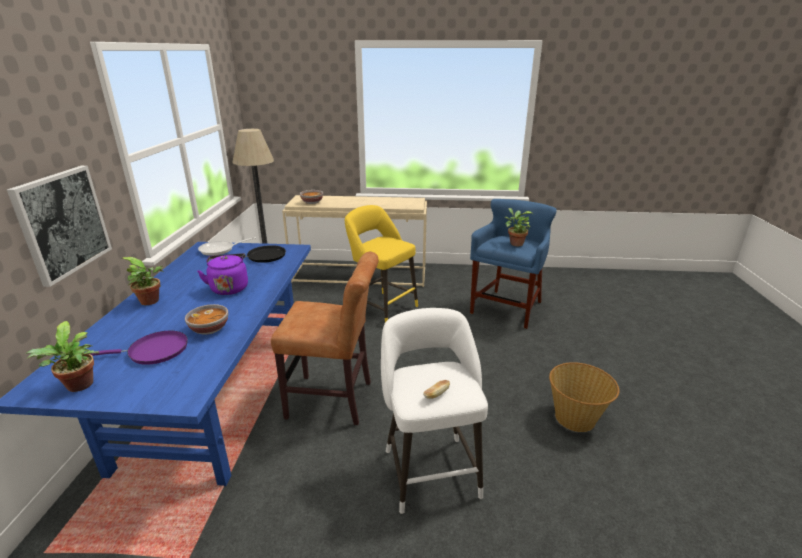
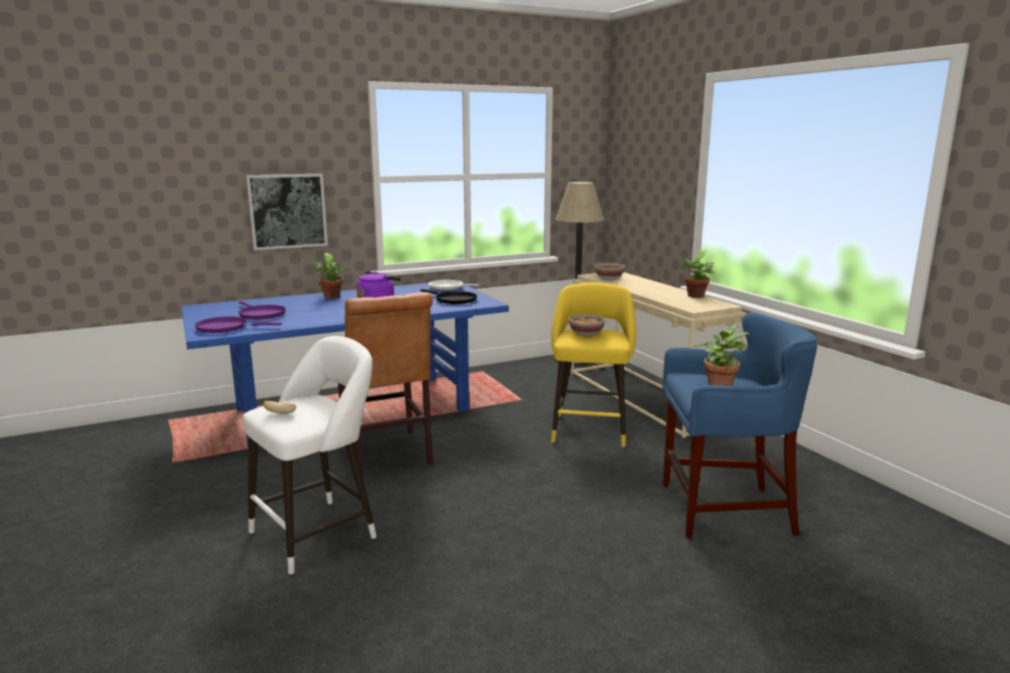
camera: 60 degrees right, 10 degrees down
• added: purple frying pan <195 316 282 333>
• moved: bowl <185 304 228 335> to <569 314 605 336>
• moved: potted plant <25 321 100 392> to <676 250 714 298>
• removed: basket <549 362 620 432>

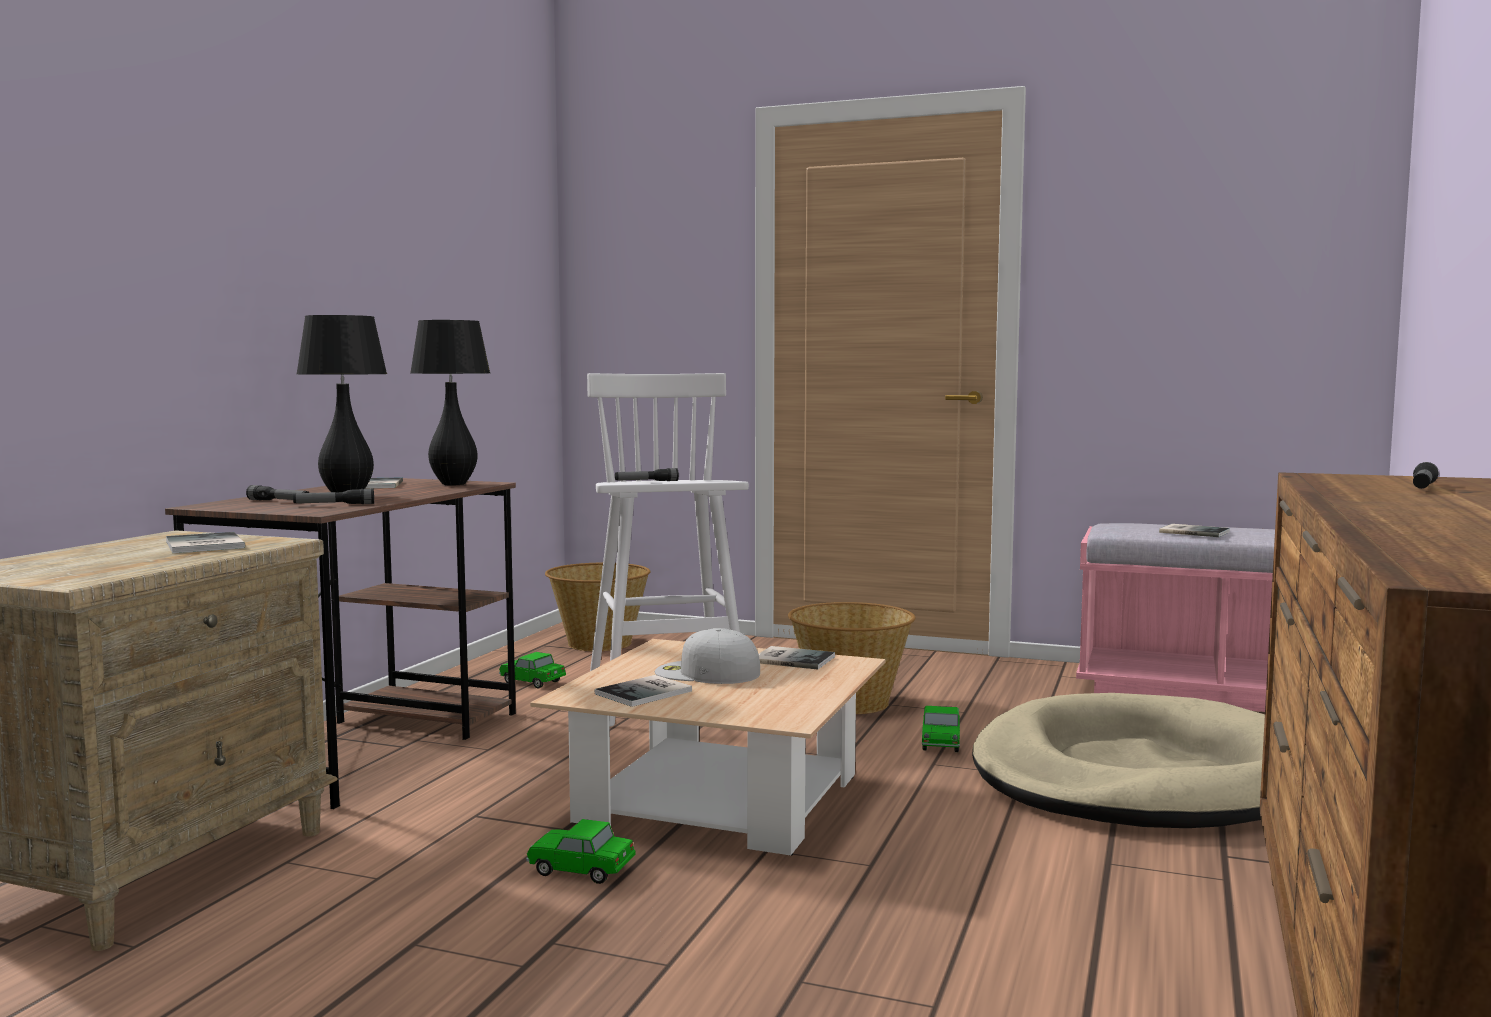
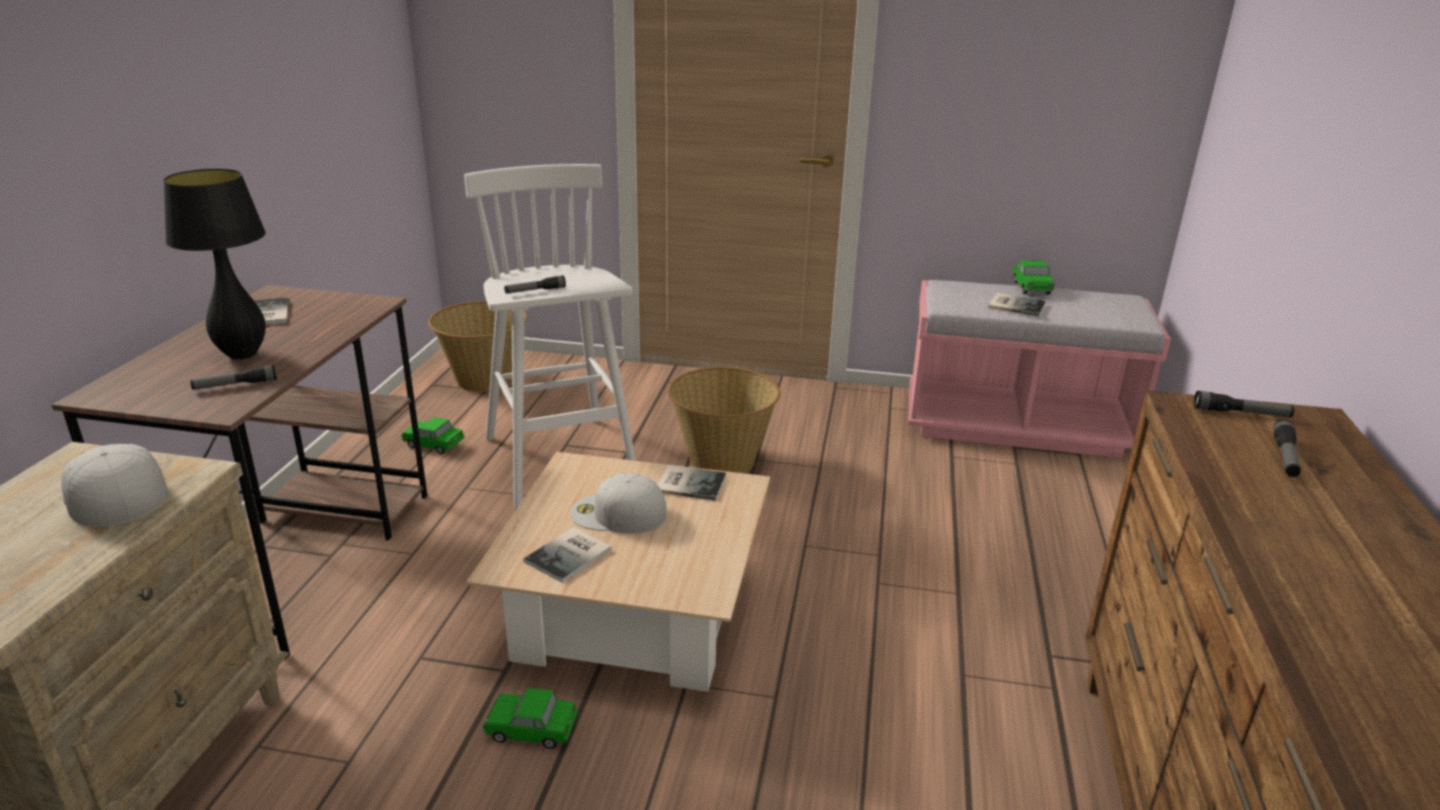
camera: 10 degrees left, 20 degrees up
• replaced: book <166 532 245 553> to white cap <61 443 168 527>
• moved: toy car <922 706 960 752> to <1012 260 1054 295>
• moved: flashlight <246 485 309 500> to <1194 391 1294 417>
• removed: black table lamp <410 320 490 485>
• removed: beige dog bed <972 693 1265 828>

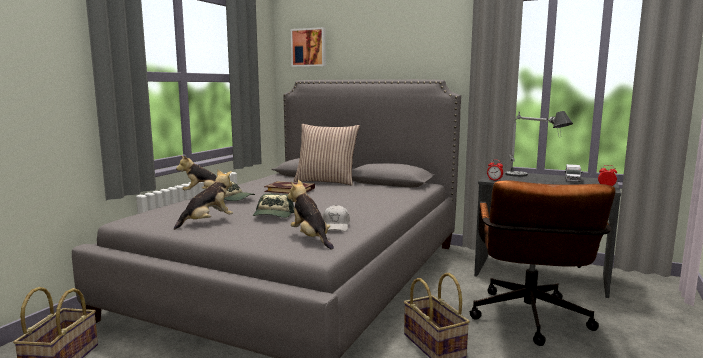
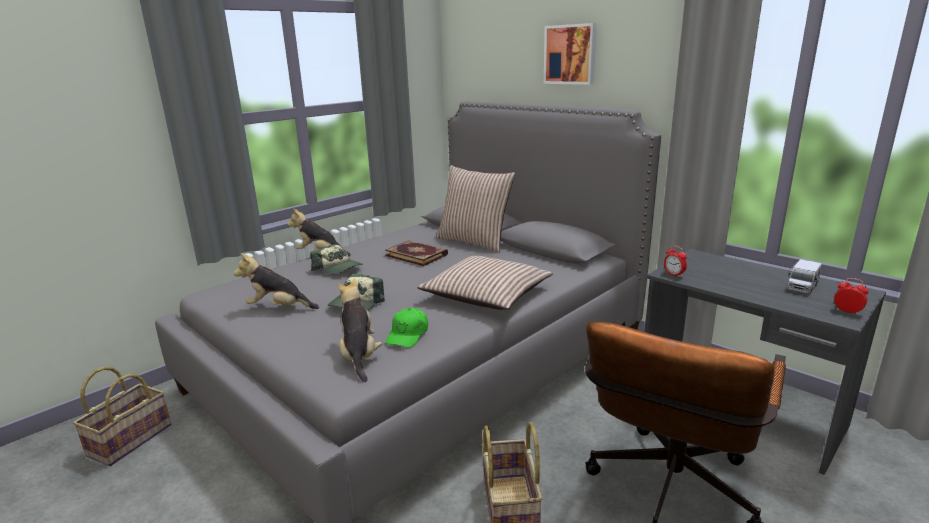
camera: 20 degrees right, 10 degrees up
• turned: plush toy <174 169 233 230> = <234 253 319 309> 150 degrees counterclockwise
• recoloured: white cap <322 205 350 231> to green cap <385 308 428 348>
• added: pillow <417 256 553 310>
• moved: picture <291 27 326 67> to <544 23 597 85>
• removed: table lamp <505 111 573 177>

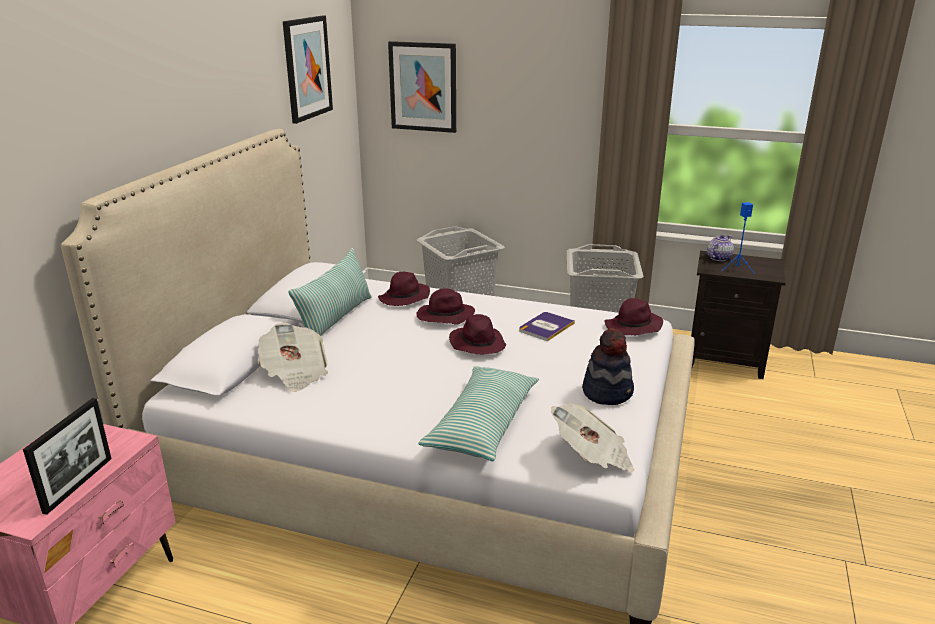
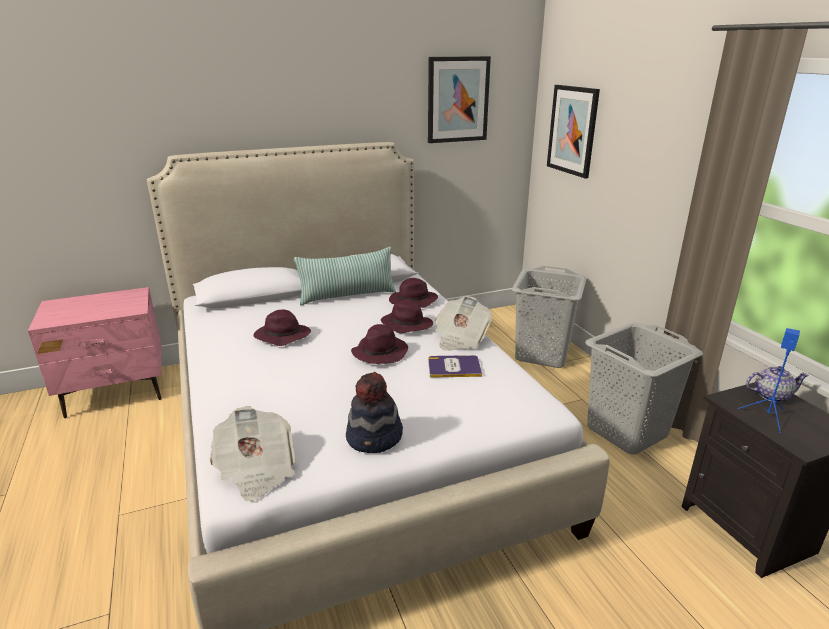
camera: 50 degrees right, 0 degrees up
• moved: purple hat <605 298 663 335> to <253 309 311 346>
• moved: newspaper <258 323 328 392> to <435 296 492 351>
• removed: picture frame <23 398 111 515>
• removed: pillow <418 366 539 461>

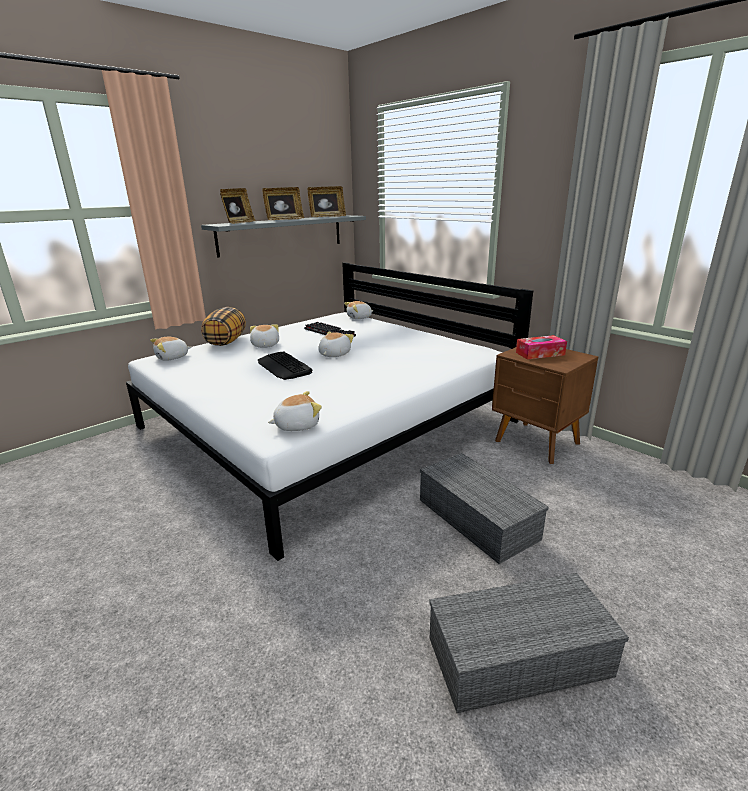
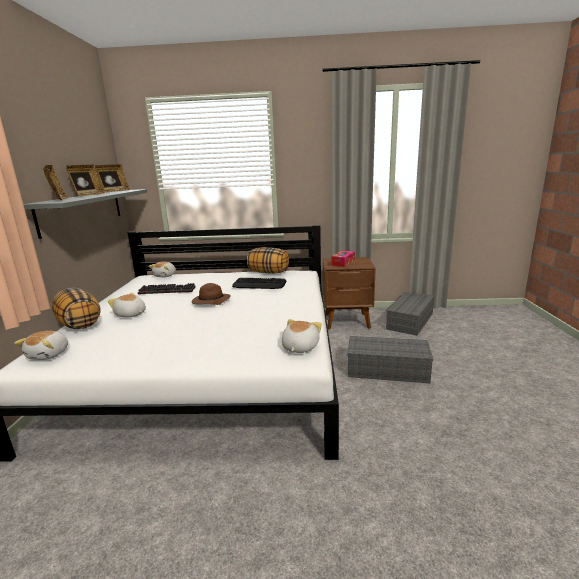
camera: 45 degrees left, 5 degrees down
• replaced: plush toy <319 332 354 357> to brown hat <192 283 231 305>
• moved: keyboard <258 352 313 380> to <232 278 286 289>
• added: pillow <247 247 289 274>
• moved: grey storage box <429 573 629 713> to <386 292 435 336>

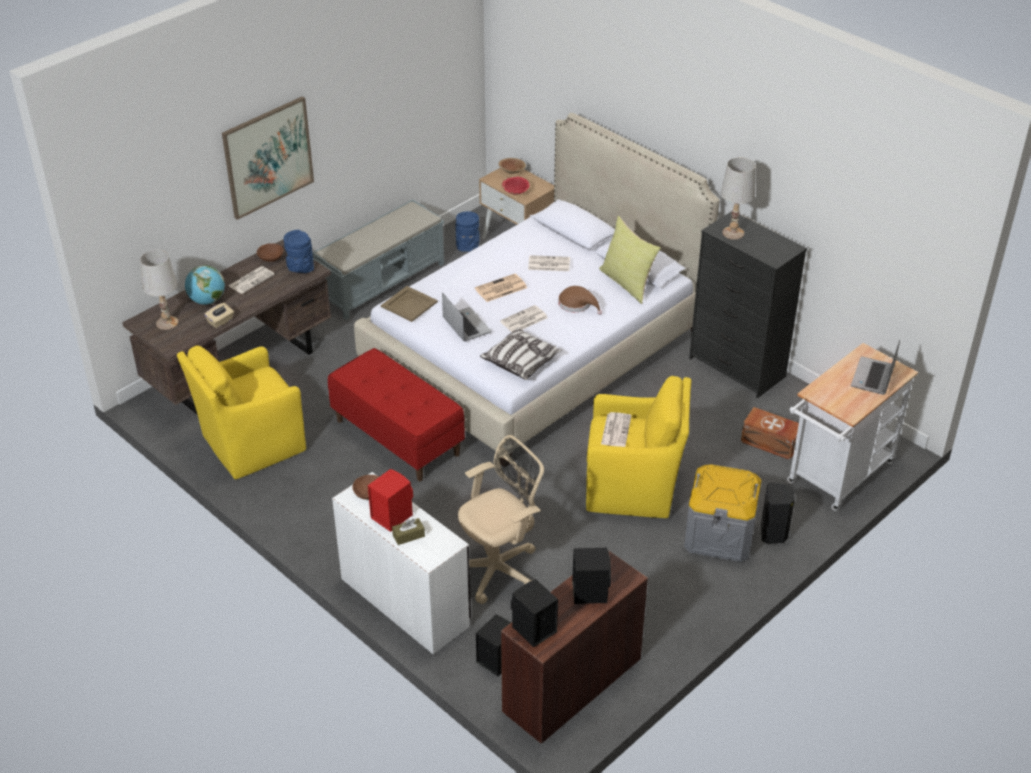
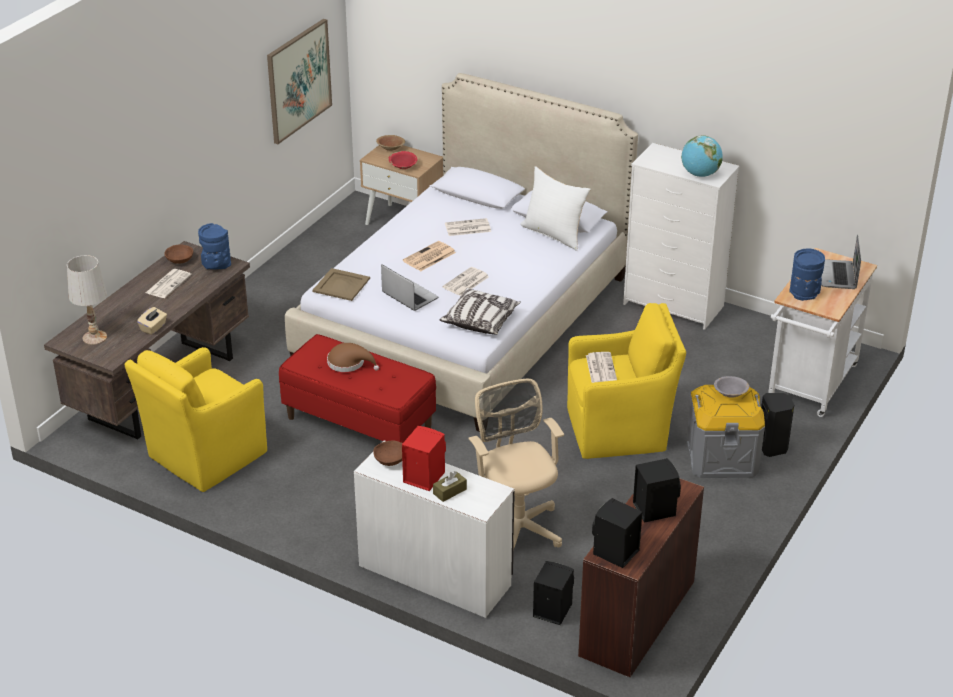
camera: 15 degrees left, 5 degrees down
• moved: picture <222 97 314 220> to <267 19 332 144>
• moved: brown hat <558 286 602 315> to <327 343 379 372>
• turned: beige office chair <458 435 544 604> = <469 379 564 550> 60 degrees counterclockwise
• recoloured: yellow pillow <599 216 661 304> to white pillow <520 166 591 251>
• recoloured: black dresser <689 211 807 398> to white dresser <623 143 739 330>
• moved: globe <185 265 225 305> to <681 136 723 177>
• added: grey bowl <714 376 749 398>
• moved: blue vase <455 211 480 252> to <789 249 825 301>
• removed: grey bench <312 199 444 320>
• removed: white table lamp <721 157 756 240>
• removed: brown storage box <741 407 799 460>

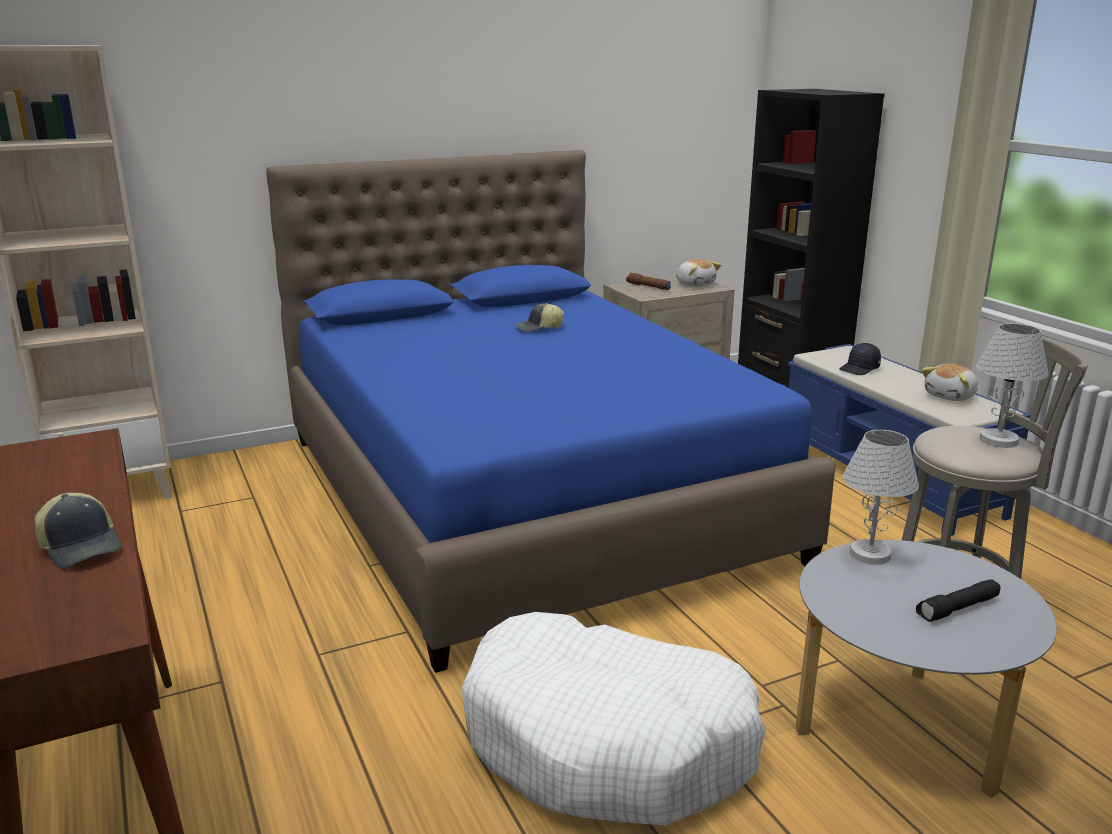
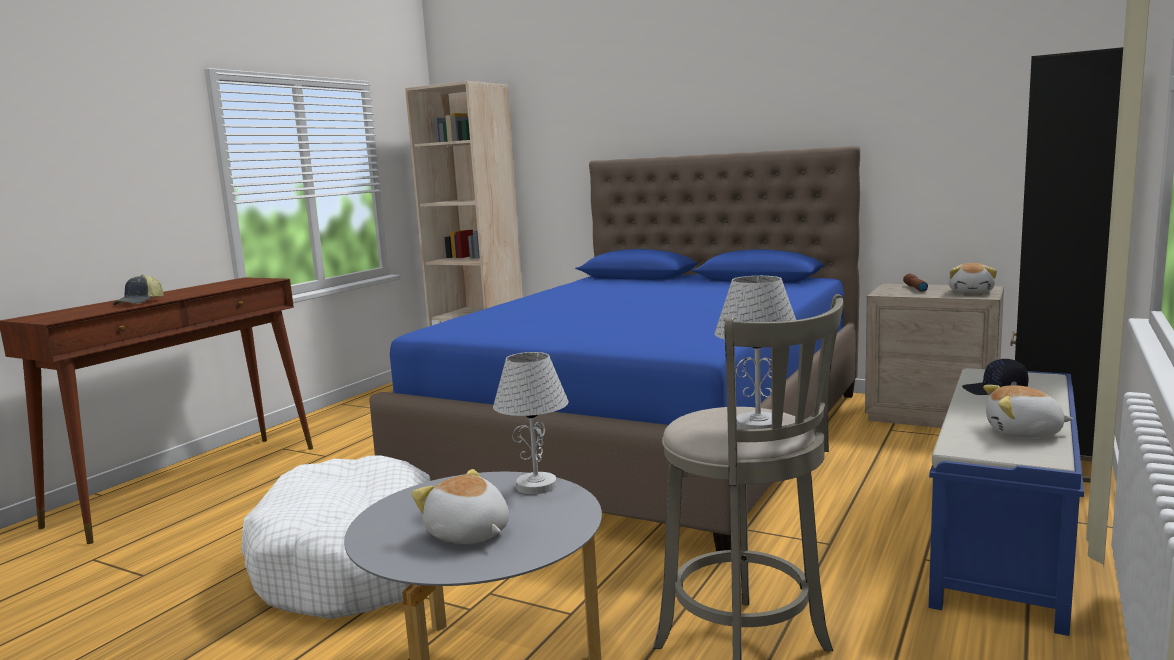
camera: 55 degrees right, 10 degrees down
• replaced: black flashlight <916 579 1000 622> to plush toy <411 469 509 544>
• removed: cap <515 303 564 332>

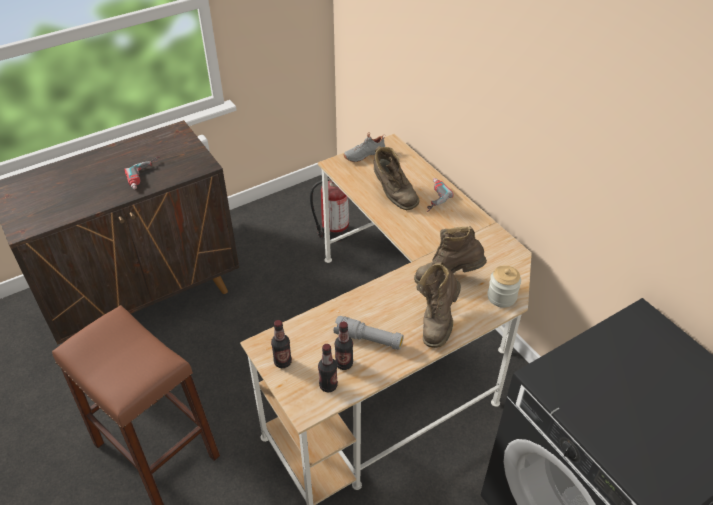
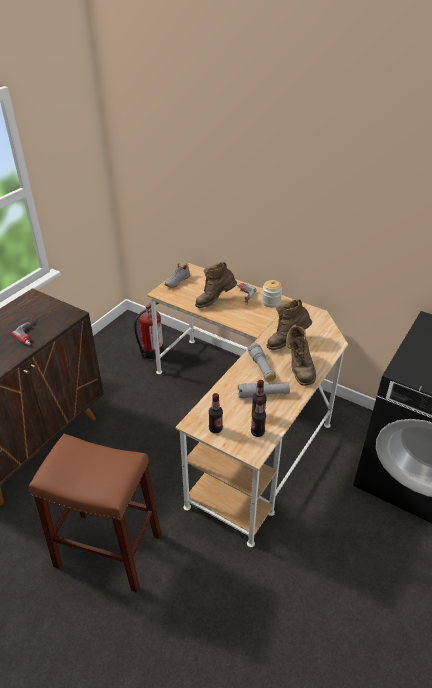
camera: 25 degrees left, 5 degrees down
• turned: brown boot <374 146 419 211> = <195 261 237 308> 120 degrees clockwise
• added: grey flashlight <248 343 276 382>
• moved: jar <487 266 521 308> to <262 280 282 307>

